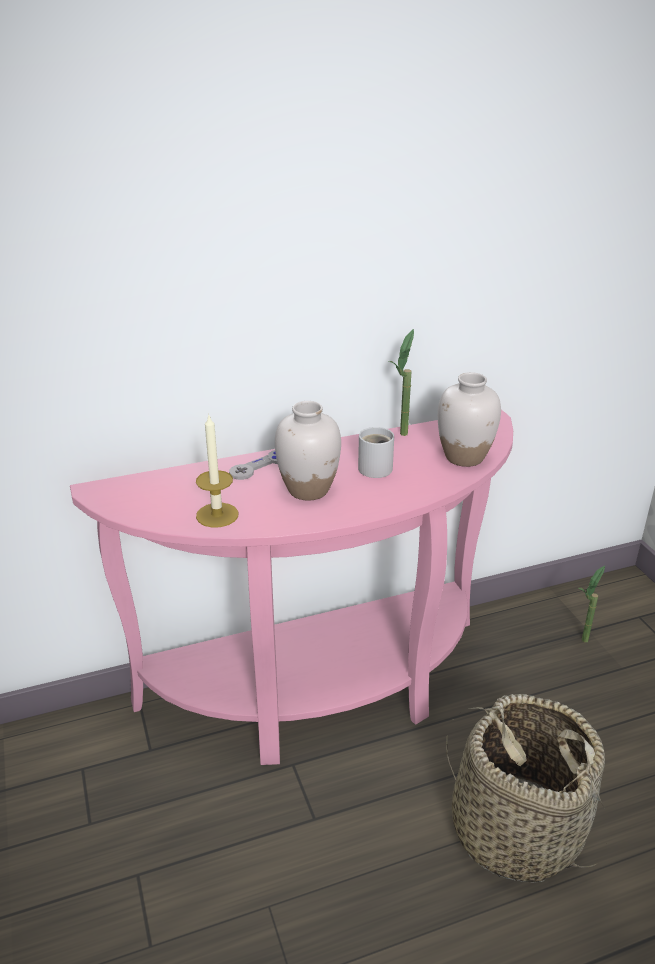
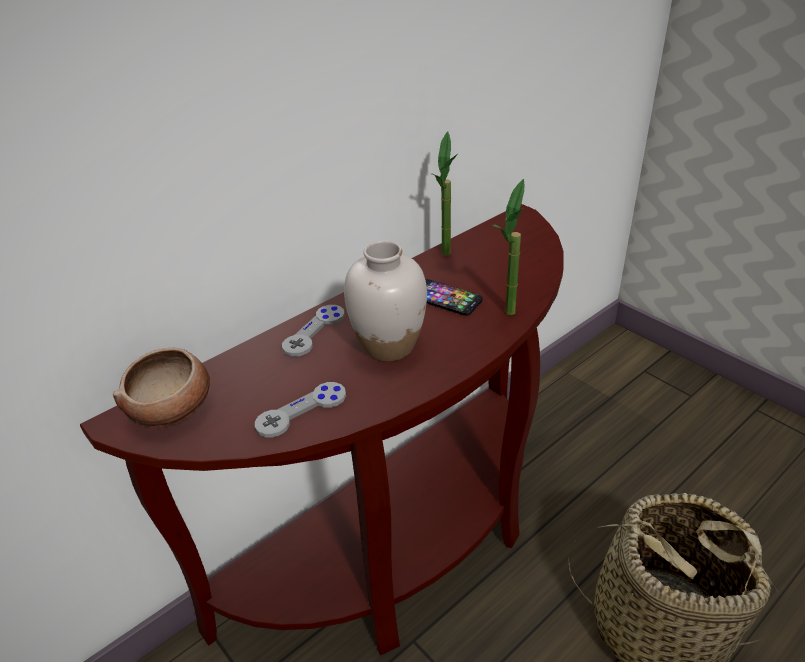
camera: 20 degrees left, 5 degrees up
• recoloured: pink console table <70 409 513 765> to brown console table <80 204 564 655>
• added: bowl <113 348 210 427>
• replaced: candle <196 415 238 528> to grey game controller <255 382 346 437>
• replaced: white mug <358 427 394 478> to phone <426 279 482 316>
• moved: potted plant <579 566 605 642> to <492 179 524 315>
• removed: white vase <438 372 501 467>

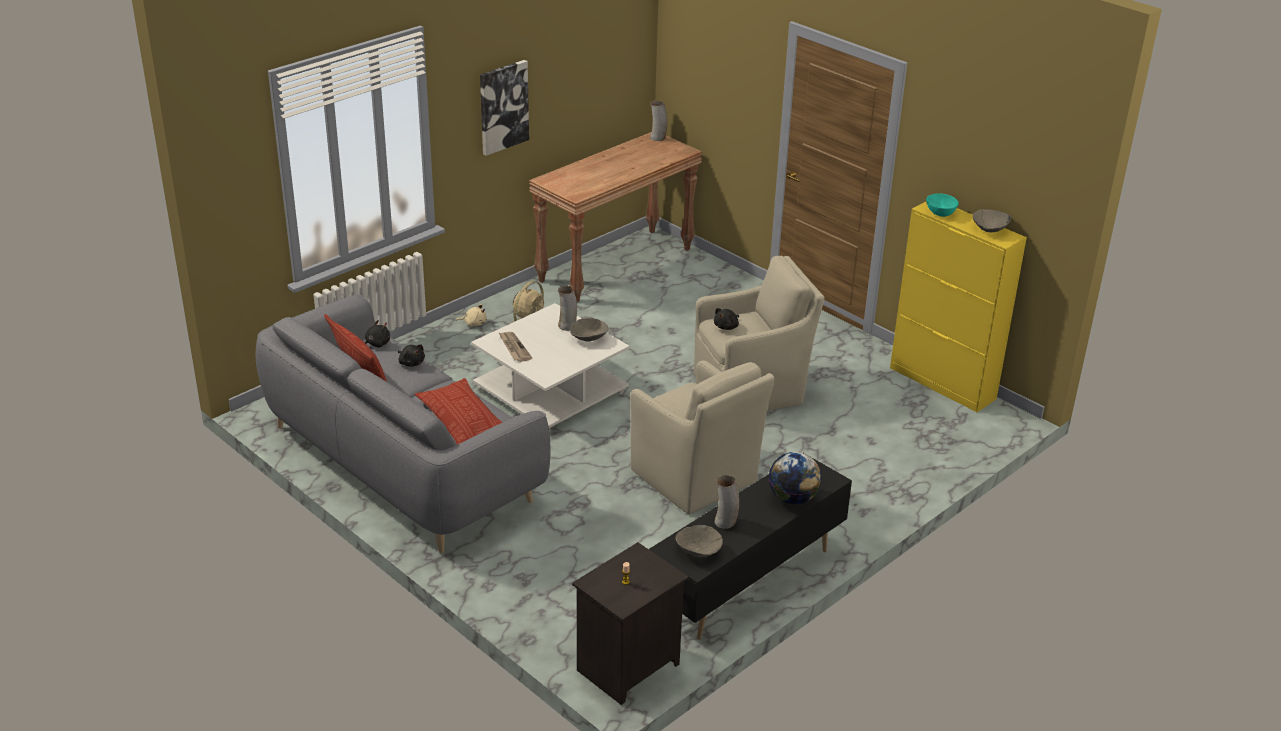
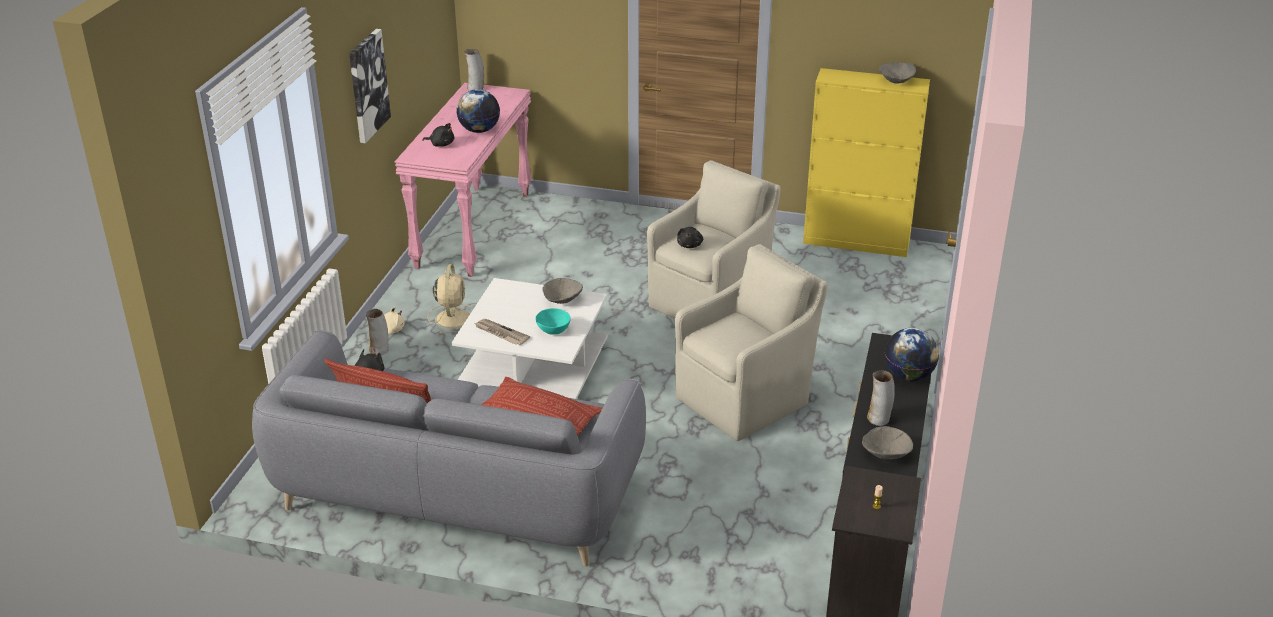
camera: 30 degrees left, 0 degrees up
• moved: vase <558 286 577 331> to <366 309 389 355>
• recoloured: brown console table <529 132 702 302> to pink console table <395 83 531 277>
• moved: black plush toy <398 344 425 367> to <422 123 454 147>
• added: globe <456 89 500 133>
• moved: turquoise bowl <926 193 959 217> to <535 308 571 335>
• turned: beige armchair <630 360 775 514> = <675 244 828 441> 60 degrees counterclockwise

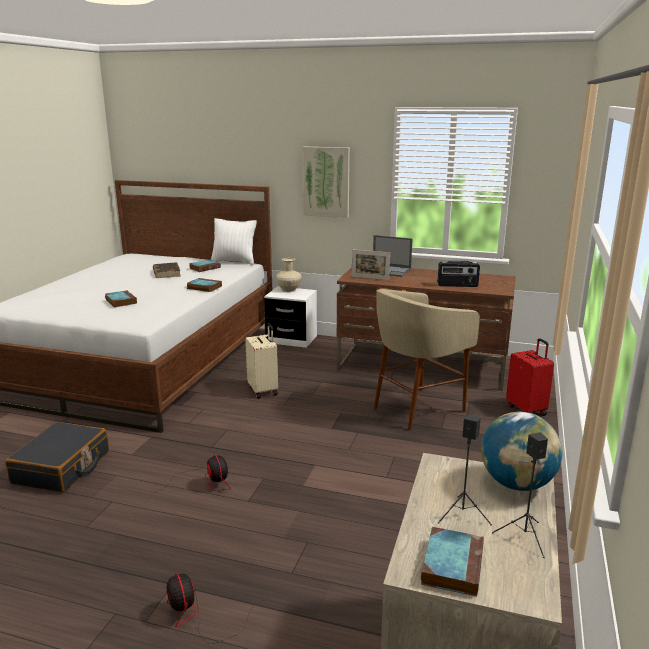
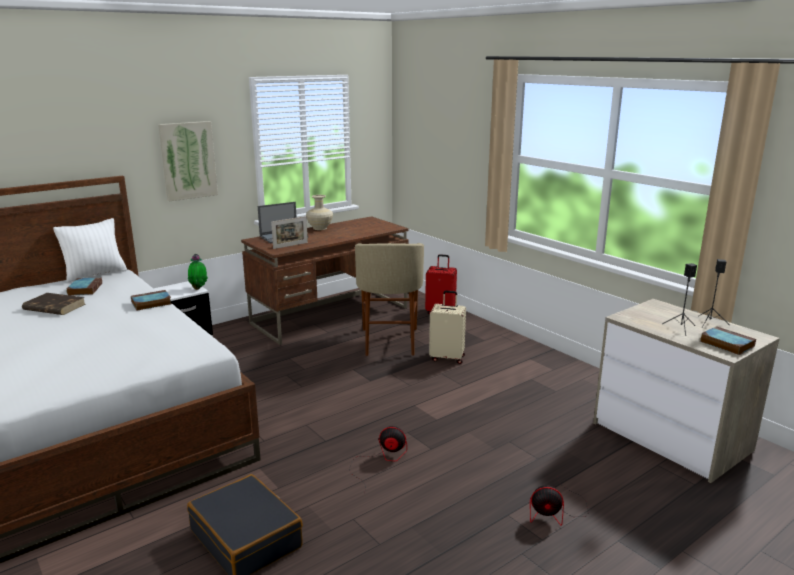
camera: 55 degrees left, 0 degrees up
• added: potted plant <188 254 208 290>
• moved: beige vase <276 258 302 292> to <306 195 333 230>
• moved: beige suitcase <245 323 278 399> to <429 291 466 364>
• removed: book <105 290 137 308>
• removed: radio <438 261 480 287>
• removed: globe <481 412 563 491>

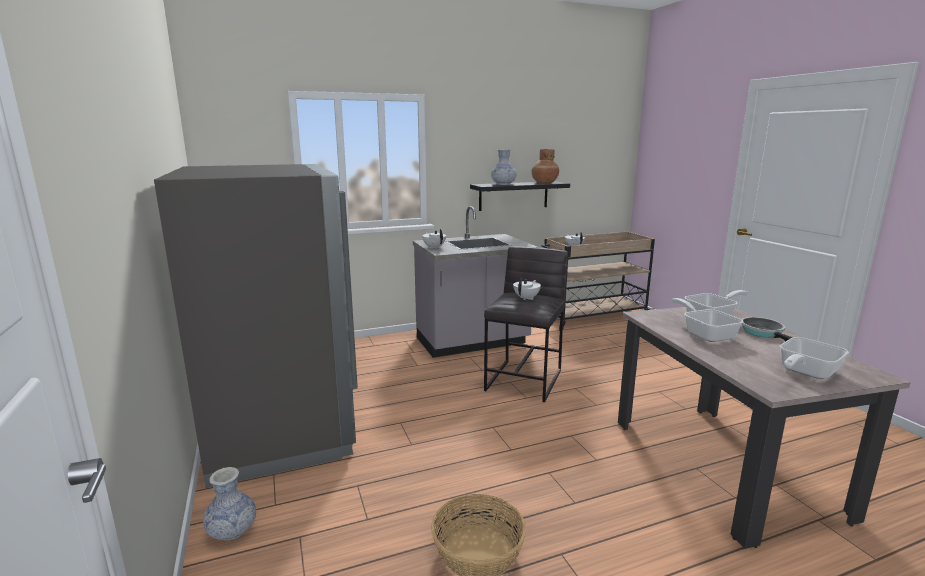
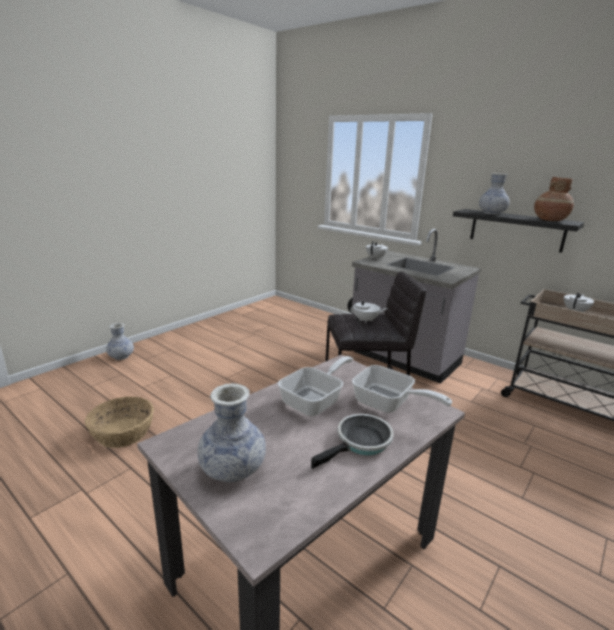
camera: 60 degrees right, 5 degrees up
• replaced: frying pan <779 337 849 379> to vase <197 383 266 482>
• removed: grey fridge <154 164 358 488>

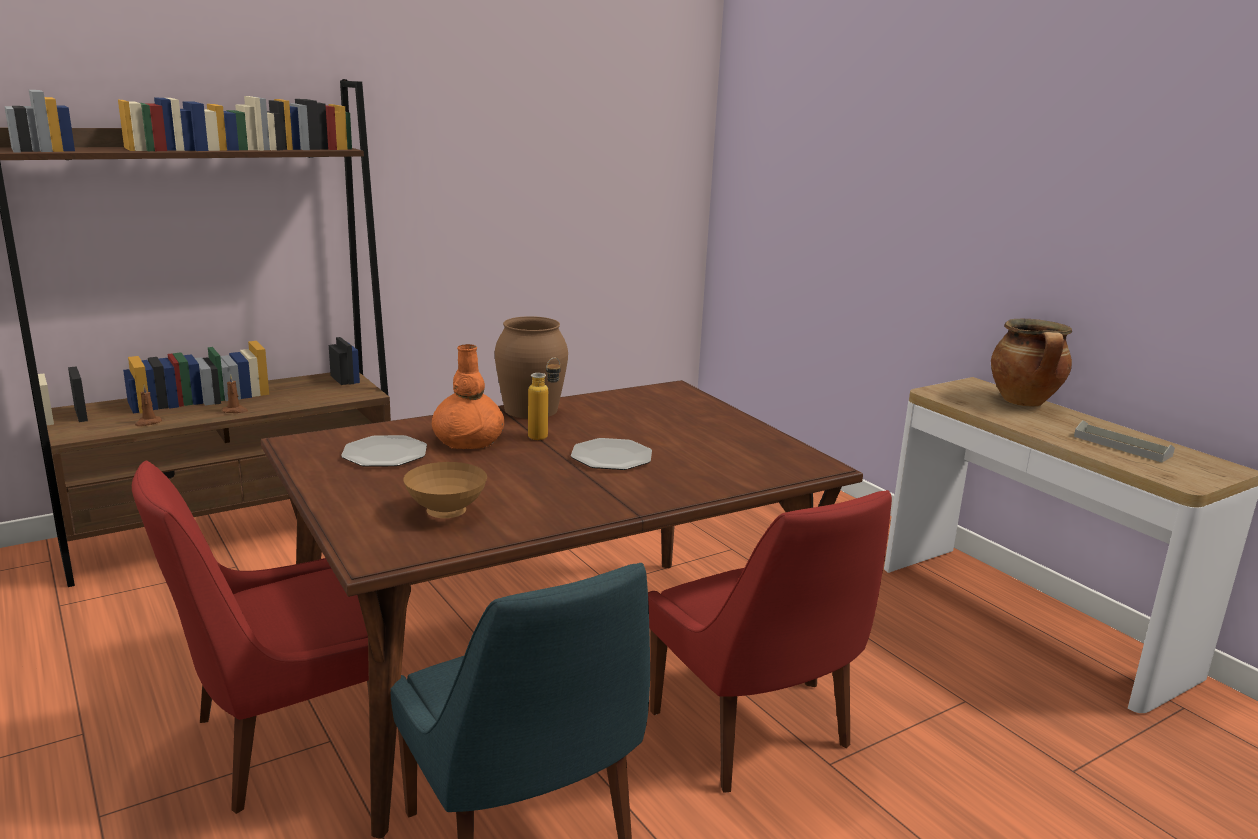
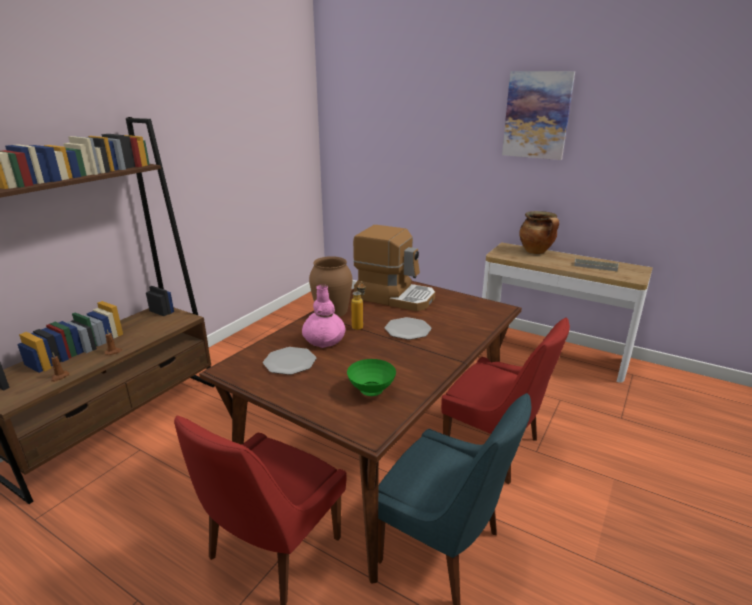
camera: 25 degrees left, 5 degrees up
• recoloured: orange vase <432 344 504 449> to pink vase <302 284 345 348>
• recoloured: brown bowl <403 462 487 518> to green bowl <347 359 396 396>
• added: coffee machine <353 225 435 311>
• added: picture <502 71 575 160>

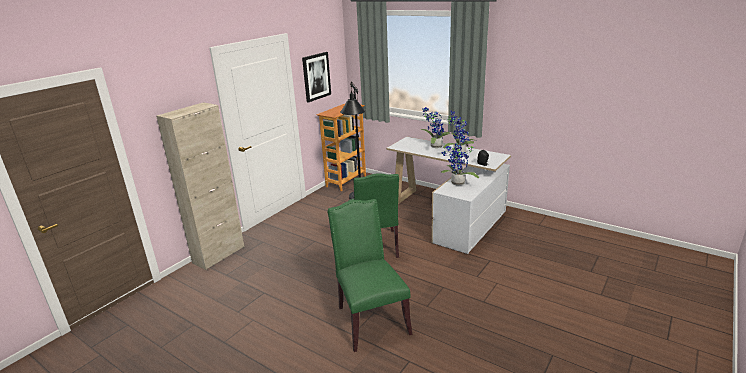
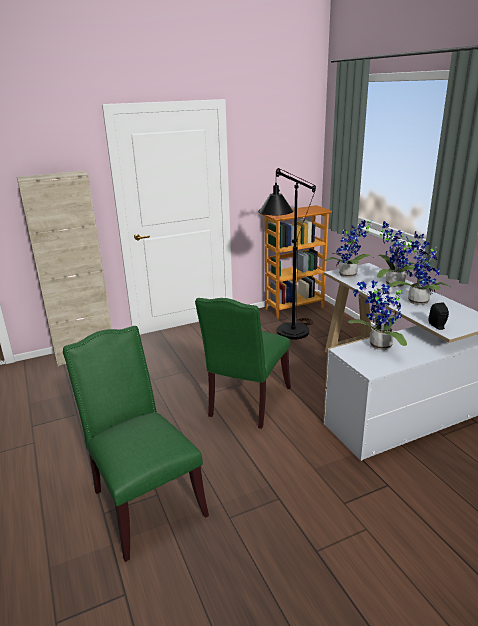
camera: 30 degrees right, 0 degrees up
• turned: green chair <328 199 412 352> = <63 326 209 562> 45 degrees counterclockwise
• added: potted plant <324 220 375 278>
• removed: picture <302 52 331 103>

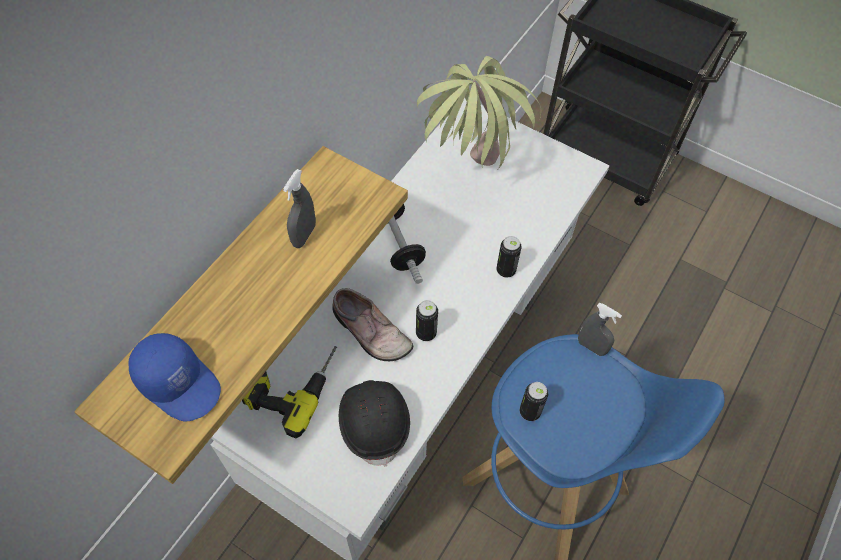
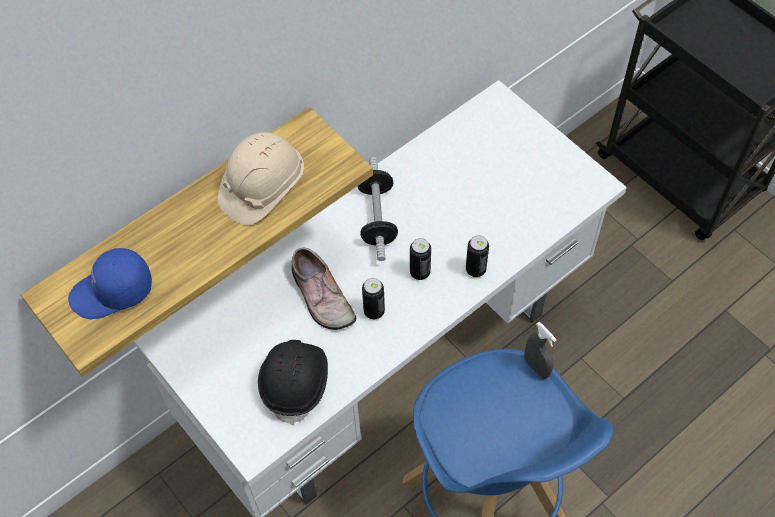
camera: 20 degrees right, 0 degrees up
• turned: blue cap <129 333 221 421> = <68 248 152 319> 105 degrees clockwise
• replaced: grey spray bottle <283 169 316 248> to beige hard hat <218 132 304 225>
• moved: can <520 382 548 421> to <410 238 431 280>
• removed: power drill <242 346 337 439>
• removed: potted plant <417 56 541 169>

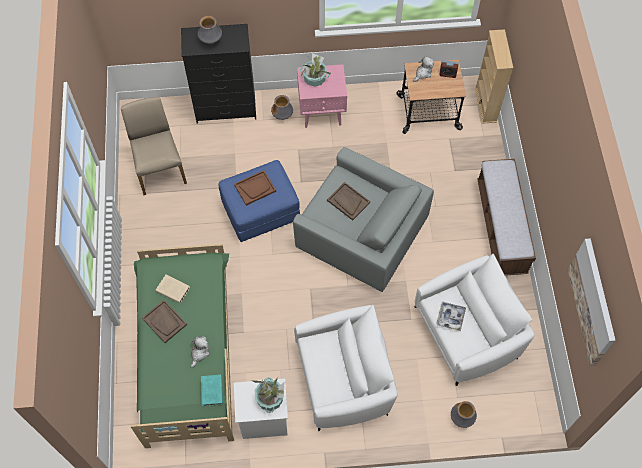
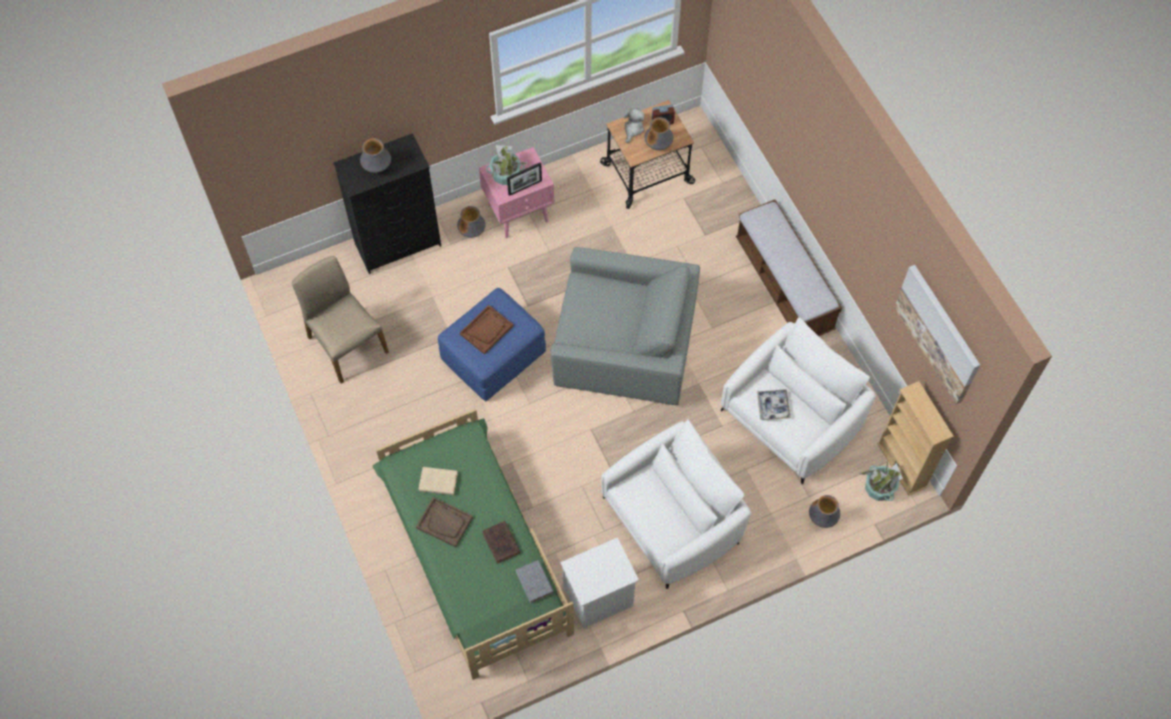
camera: 20 degrees left, 0 degrees up
• replaced: plush toy <190 336 210 368> to brown book <482 521 520 564>
• added: picture frame <507 163 542 196>
• recoloured: turquoise book <201 375 223 406> to grey book <516 560 554 603>
• added: vase <644 117 673 150>
• moved: potted plant <251 377 284 413> to <858 462 903 501>
• moved: beige bookcase <475 29 513 124> to <877 381 954 496>
• removed: brown tray <327 182 370 220>

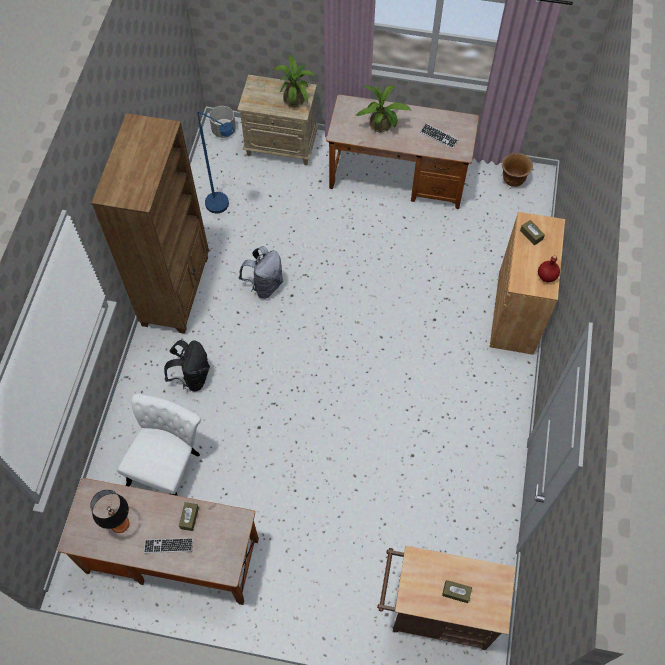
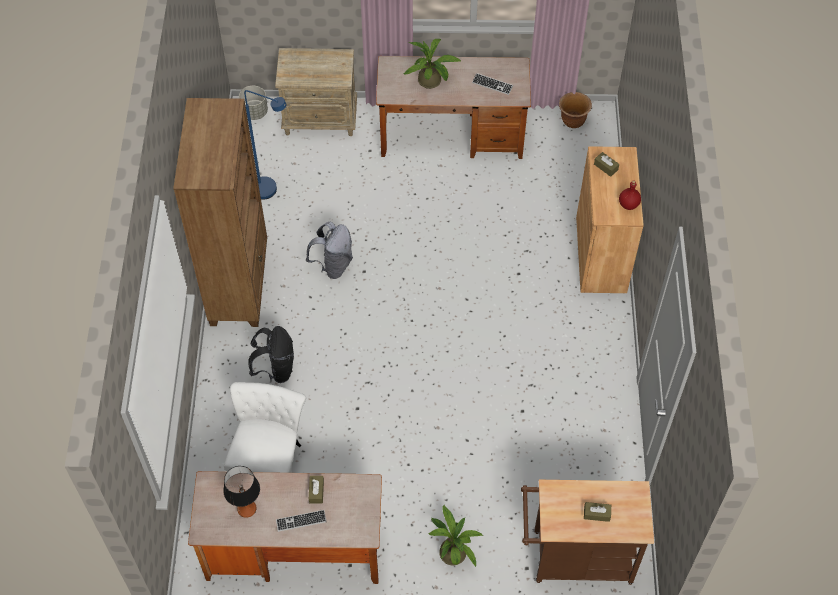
camera: 10 degrees left, 5 degrees down
• moved: potted plant <273 55 315 107> to <428 505 483 567>

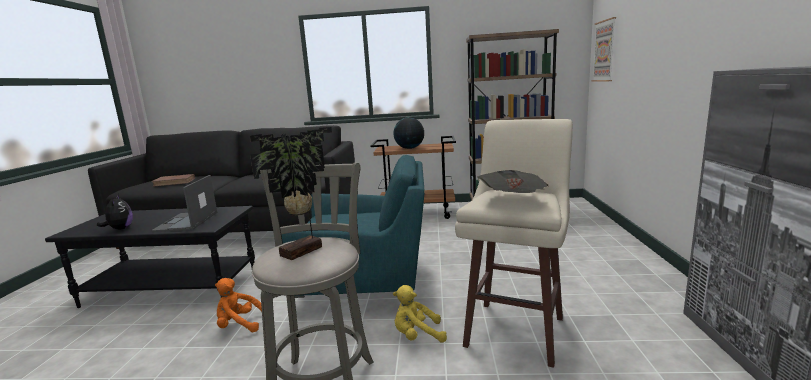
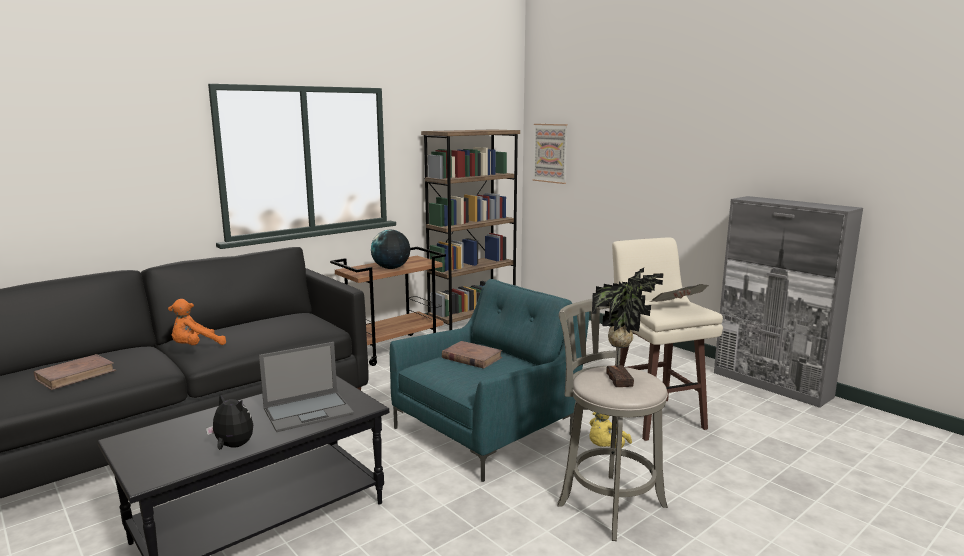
camera: 45 degrees left, 0 degrees up
• moved: orange plush toy <215 278 262 332> to <168 299 226 345>
• turned: laptop <151 175 217 232> = <259 342 354 432> 75 degrees counterclockwise
• added: brown book <442 341 502 369>

